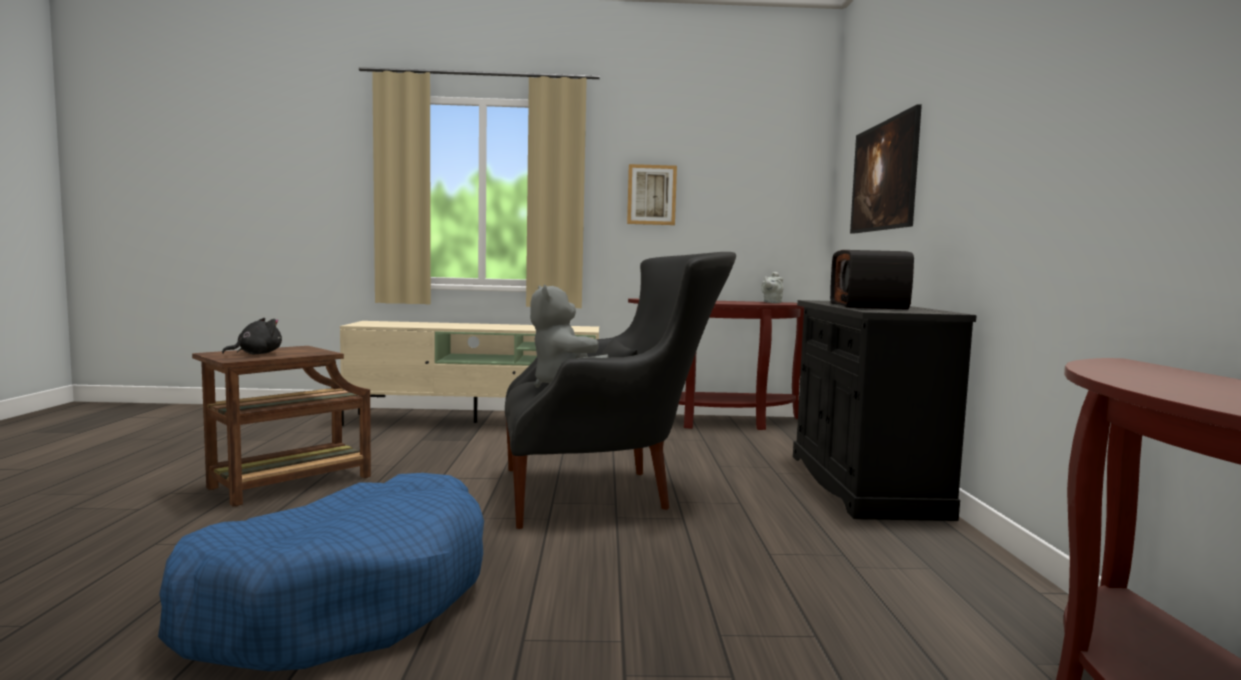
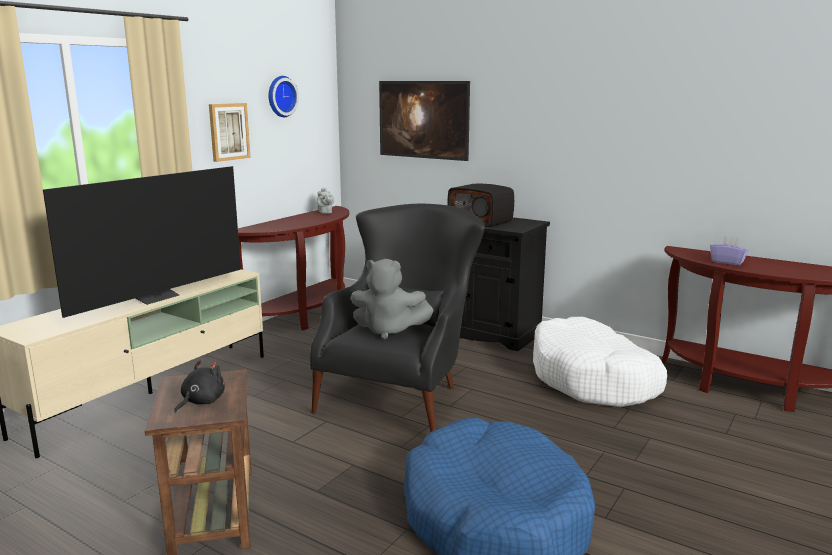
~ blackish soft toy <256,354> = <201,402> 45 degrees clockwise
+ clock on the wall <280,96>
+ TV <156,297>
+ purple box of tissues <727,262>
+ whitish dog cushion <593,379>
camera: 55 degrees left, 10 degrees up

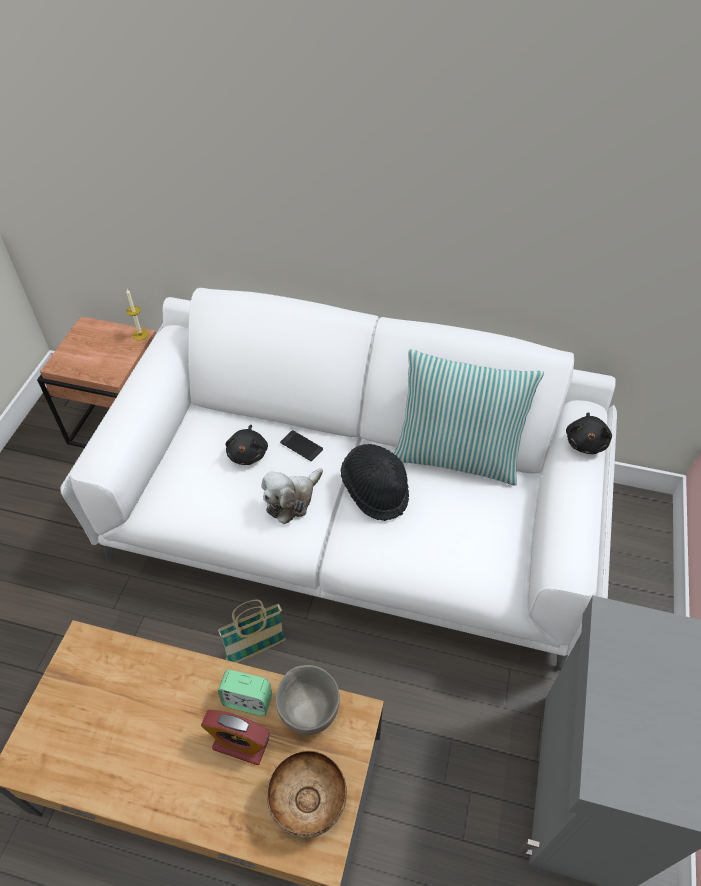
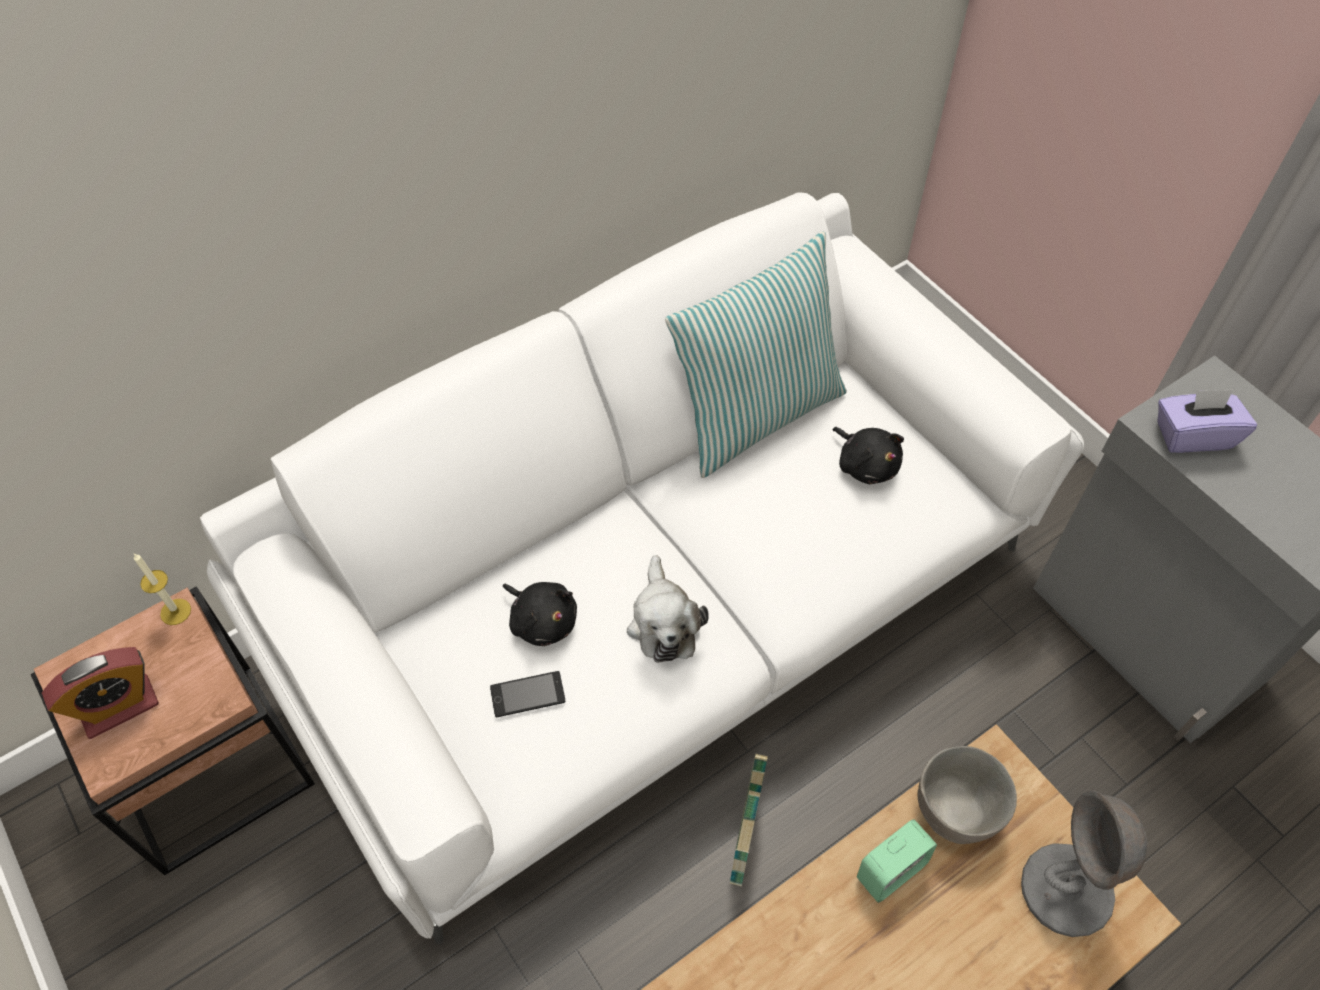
~ blackish soft toy <585,442> to <866,464>
~ telephone <301,446> to <527,694>
- blackish clothing hat <375,490>
~ bedside clock <240,744> to <119,707>
~ serving bowl <308,804> to greyish lamp for a table <1067,891>
+ purple box of tissues <1192,435>
camera: 50 degrees left, 5 degrees up

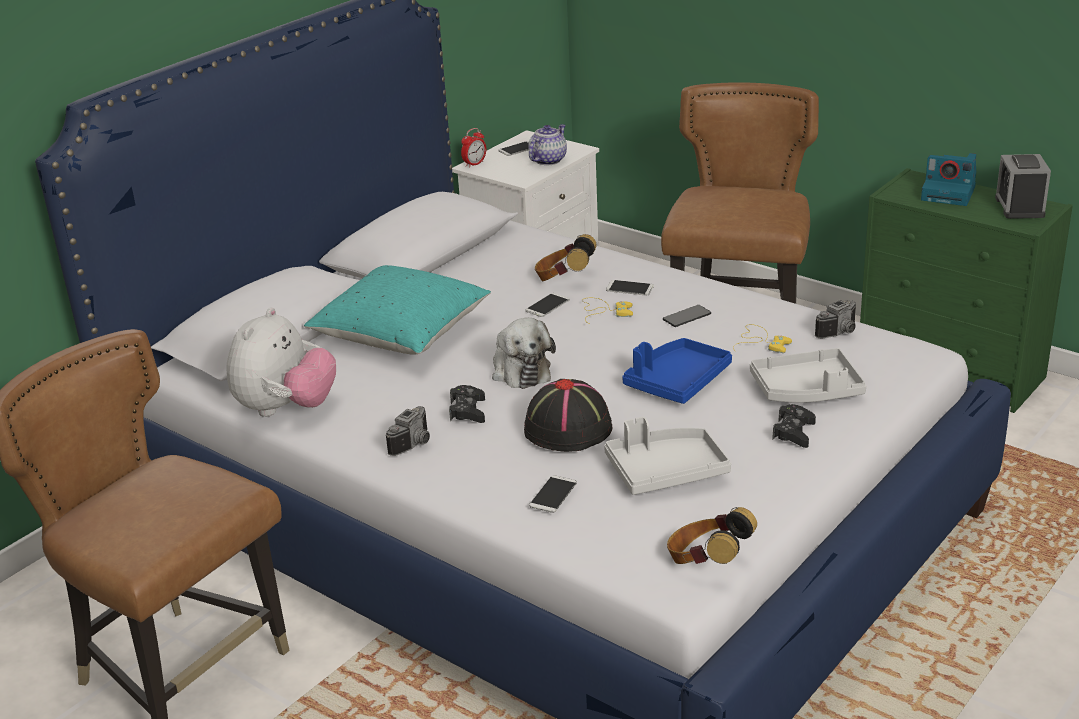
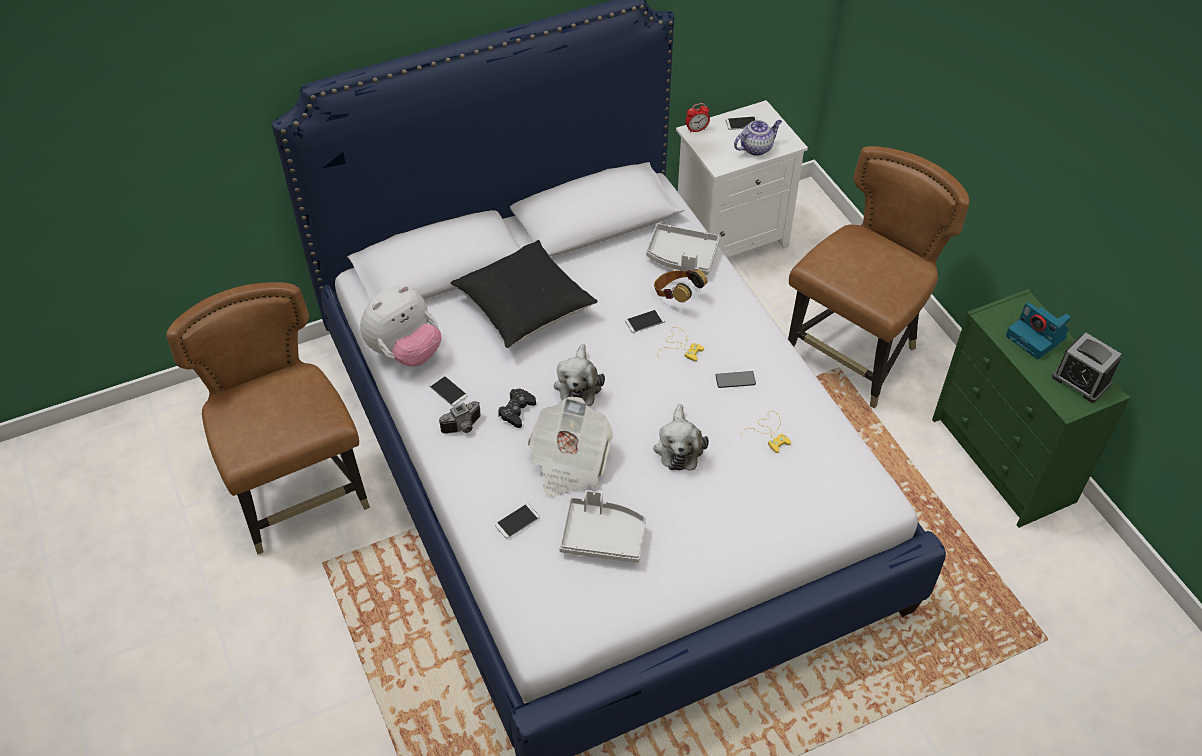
~ bedside clock <1019,207> = <1081,381> 75 degrees counterclockwise
~ turquoise-coloured cushion <401,335> to blackish cushion <524,308>
~ telephone <629,288> to <448,391>
- photo camera <841,332>
~ blue tray <677,382> to soft toy <679,447>
~ greyish tray <807,390> to <682,257>
~ blackish clothing hat <569,428> to newspaper <569,462>
- blackish game controller <793,432>
- headset <707,562>
camera: 25 degrees right, 20 degrees up

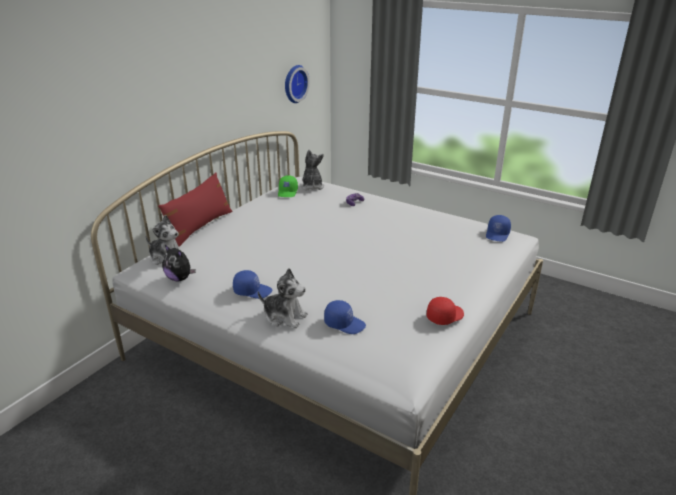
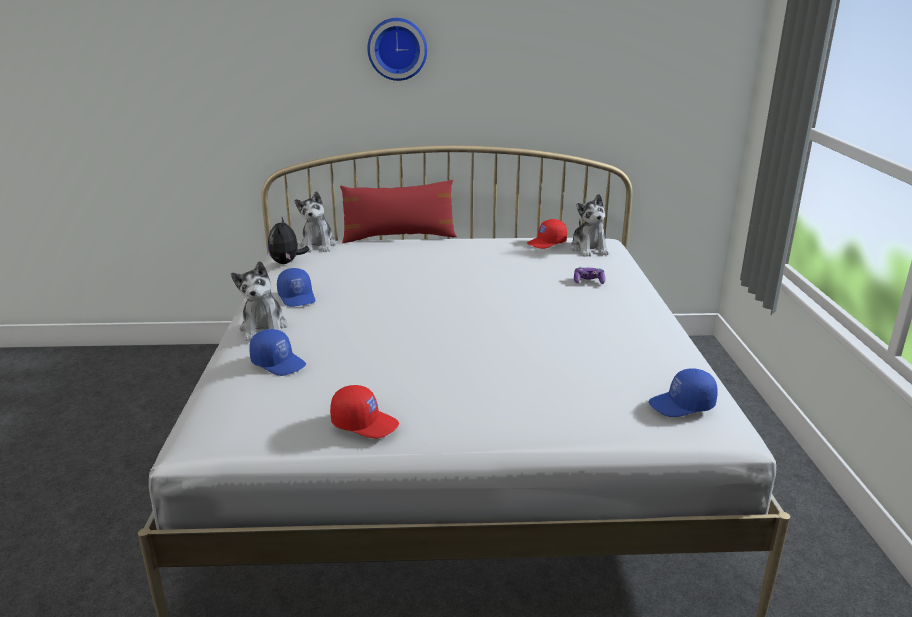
~ clock on the wall <294,83> to <397,49>
~ soft toy <312,186> = <589,249> 120 degrees clockwise
~ green-coloured baseball cap <288,192> to red baseball cap <547,243>
~ blue baseball cap <344,323> = <279,363> 45 degrees counterclockwise
camera: 55 degrees right, 5 degrees down

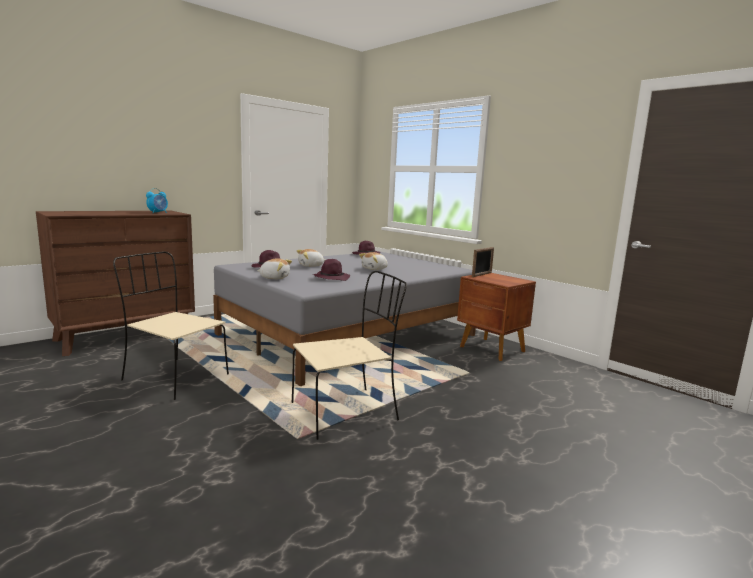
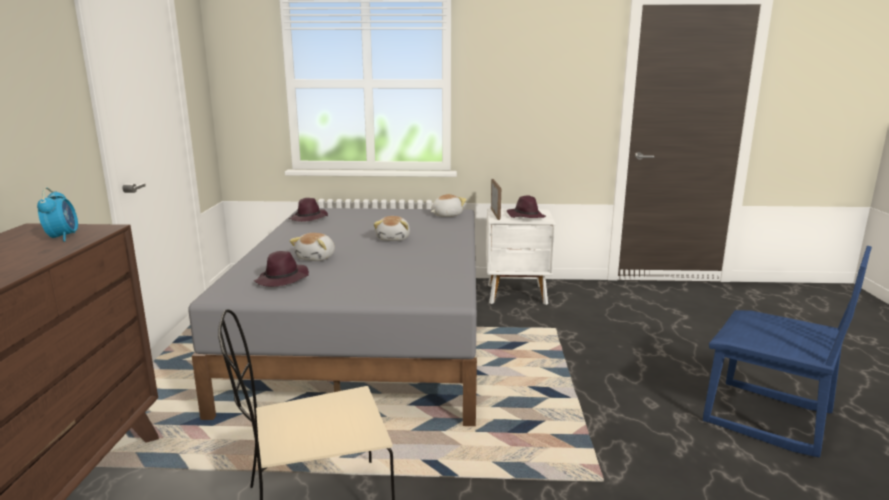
~ soft toy <274,278> to <446,215>
~ purple clothing hat <331,278> to <525,216>
- beige-coloured upright chair <346,411>
~ brownish night table <492,349> to whitish night table <517,295>
+ blue upright chair <767,418>
camera: 45 degrees left, 5 degrees up

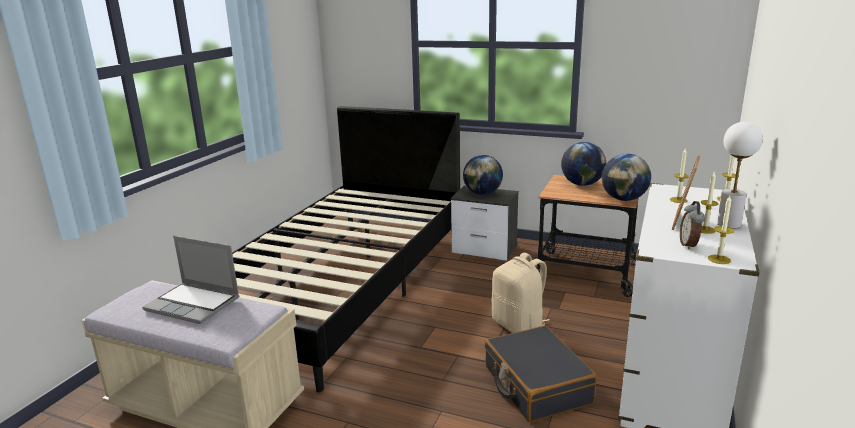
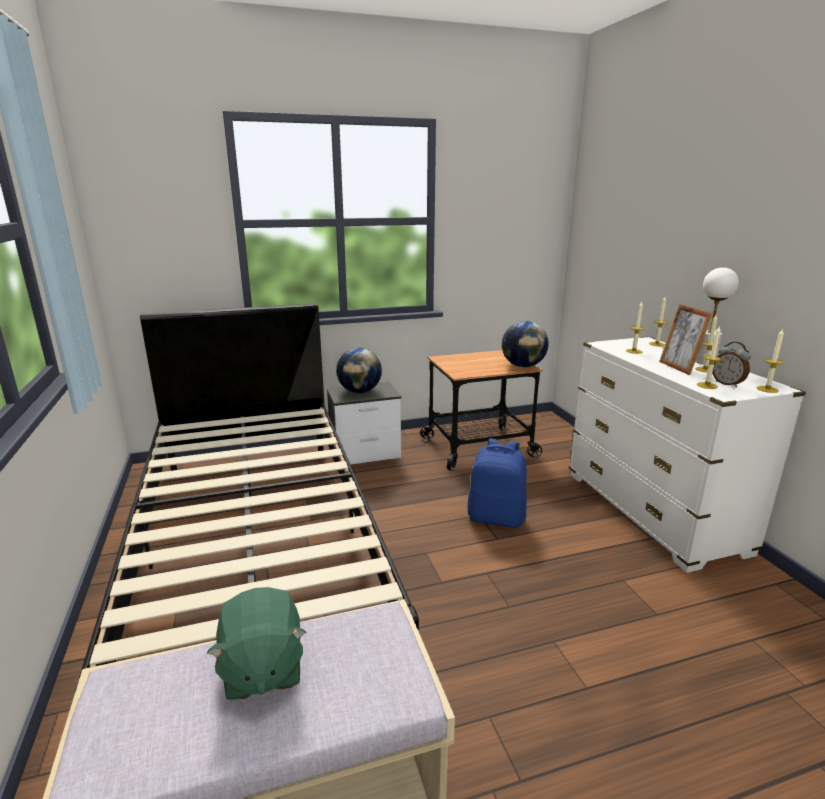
- desk globe <581,184>
~ laptop <194,304> to green-coloured soft toy <262,668>
~ beige-coloured rucksack <519,326> to blue rucksack <496,518>
- blackish travel case <536,385>
+ wax candle <707,385>
camera: 40 degrees left, 0 degrees up

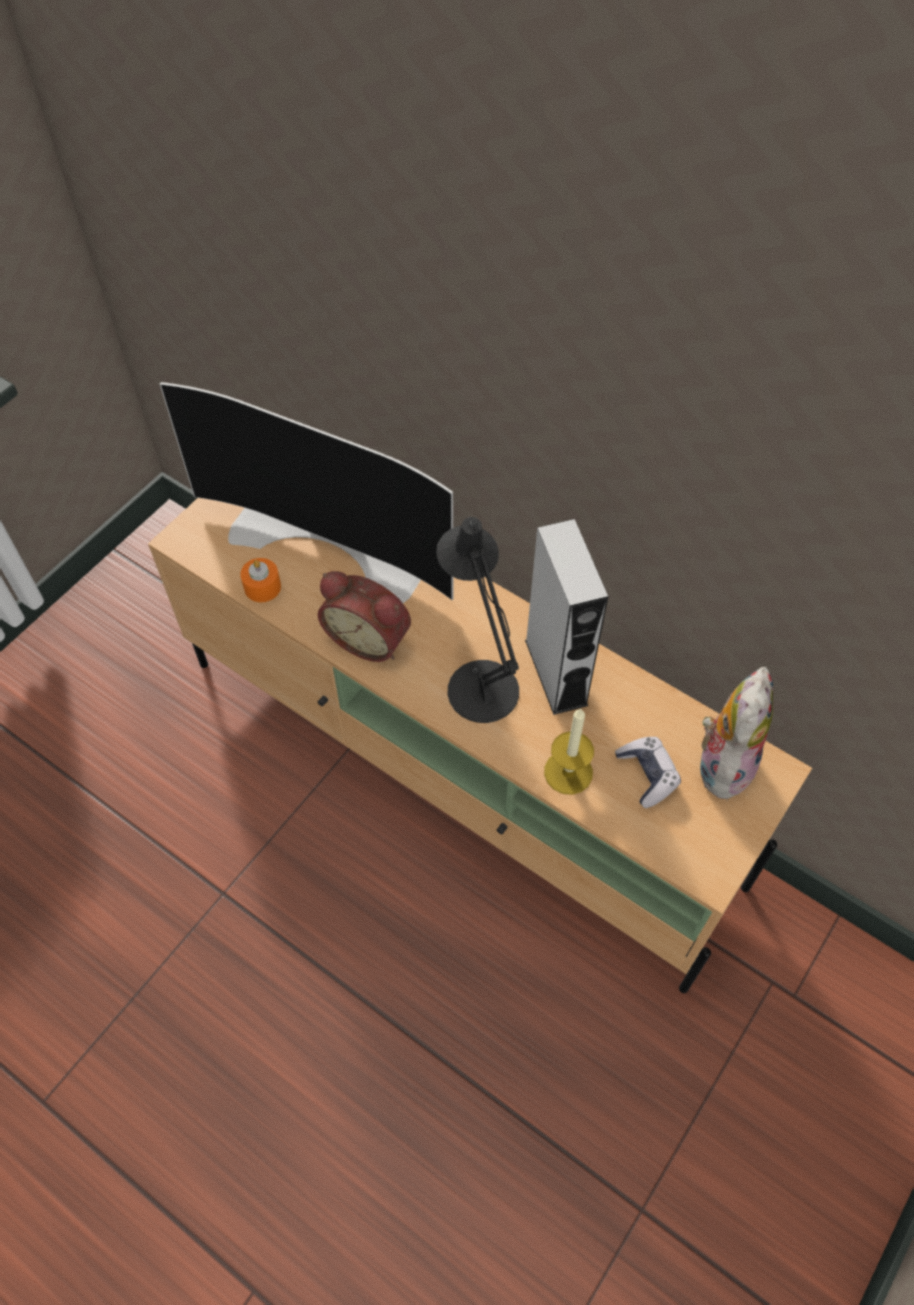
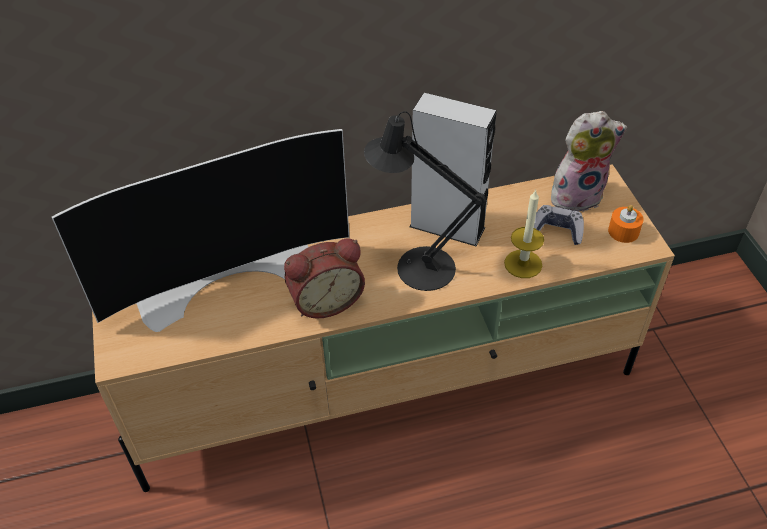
~ orange wax candle <262,587> to <623,231>
~ soft toy <722,761> = <577,195> 105 degrees clockwise
camera: 50 degrees left, 10 degrees down

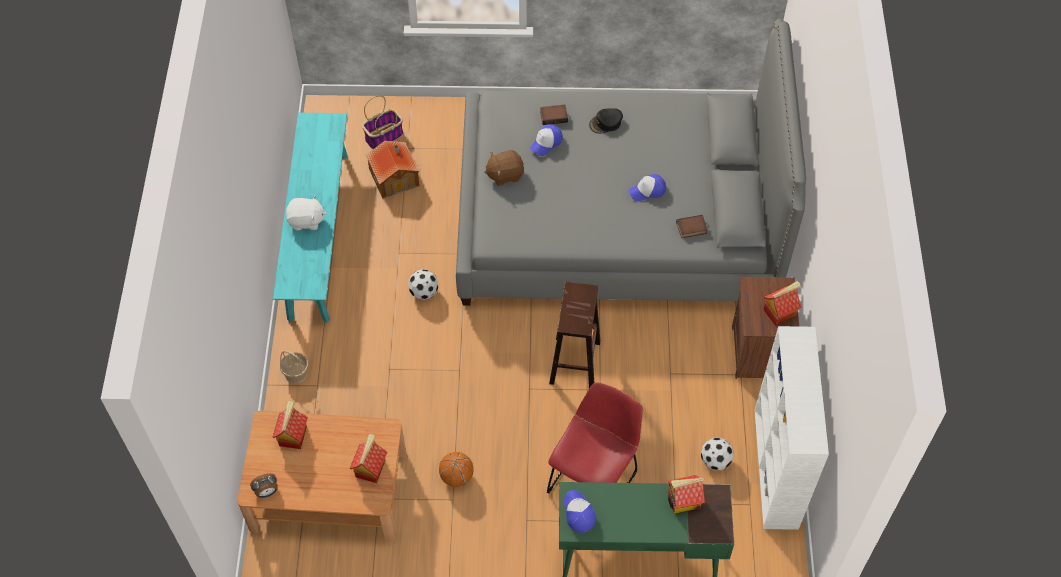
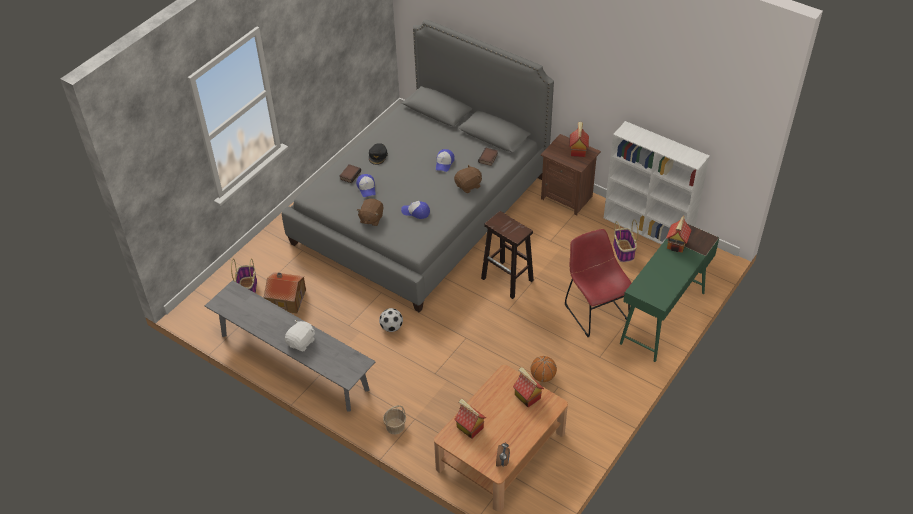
~ turquoise-coloured long seat <318,235> to greyish long seat <293,361>
~ football <715,461> to basket <623,251>
~ baseball cap <578,513> to <416,212>
+ brownish soft toy <468,186>
camera: 55 degrees left, 10 degrees down

